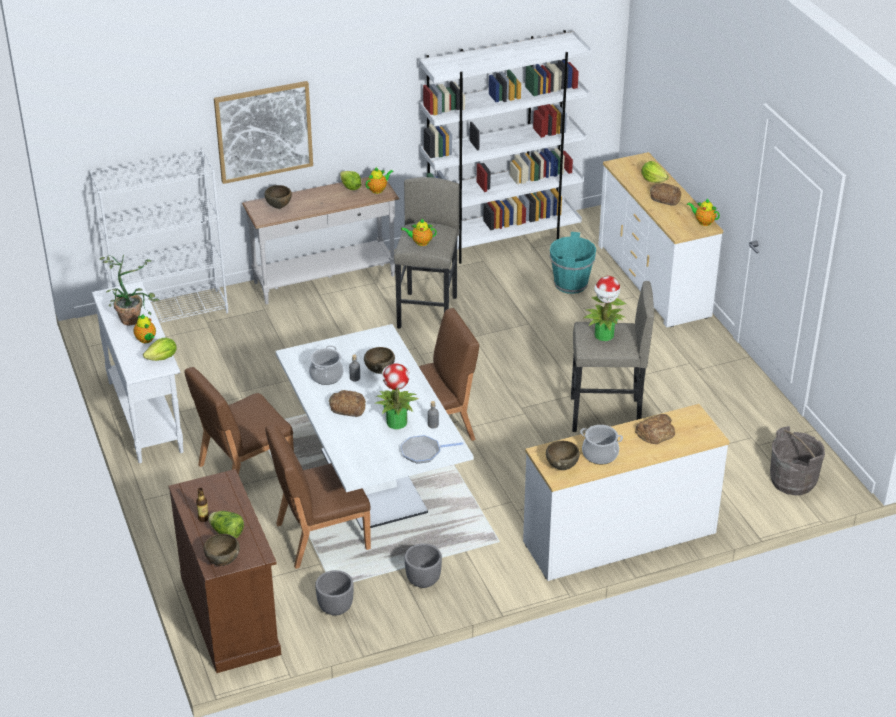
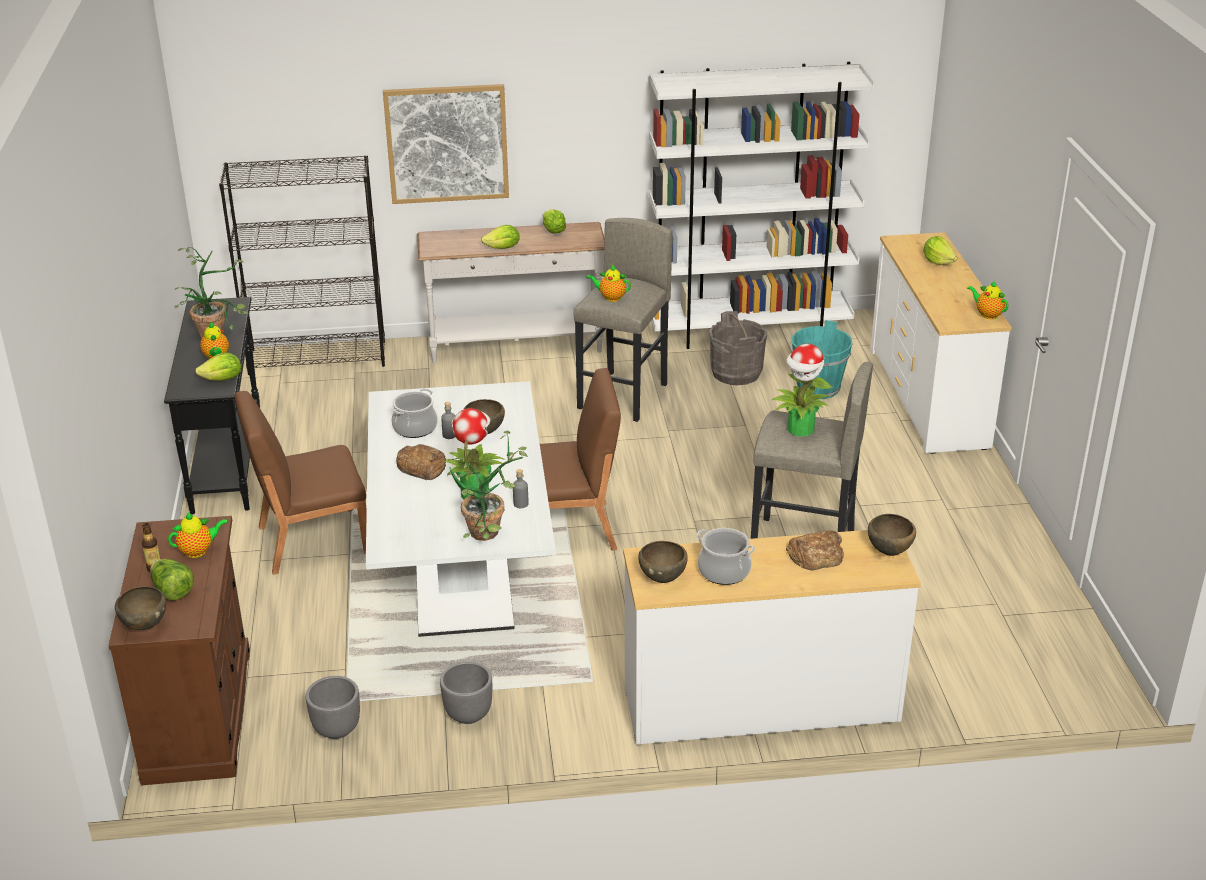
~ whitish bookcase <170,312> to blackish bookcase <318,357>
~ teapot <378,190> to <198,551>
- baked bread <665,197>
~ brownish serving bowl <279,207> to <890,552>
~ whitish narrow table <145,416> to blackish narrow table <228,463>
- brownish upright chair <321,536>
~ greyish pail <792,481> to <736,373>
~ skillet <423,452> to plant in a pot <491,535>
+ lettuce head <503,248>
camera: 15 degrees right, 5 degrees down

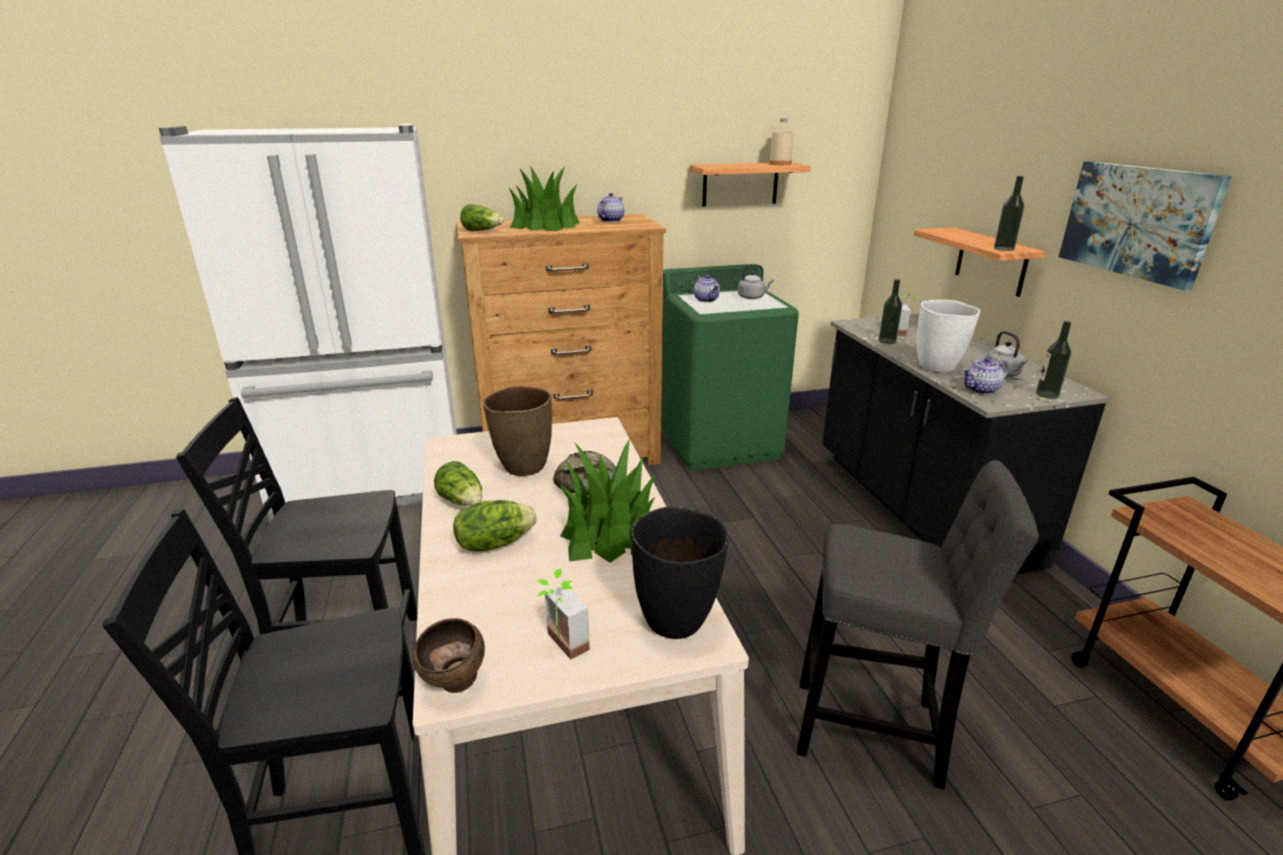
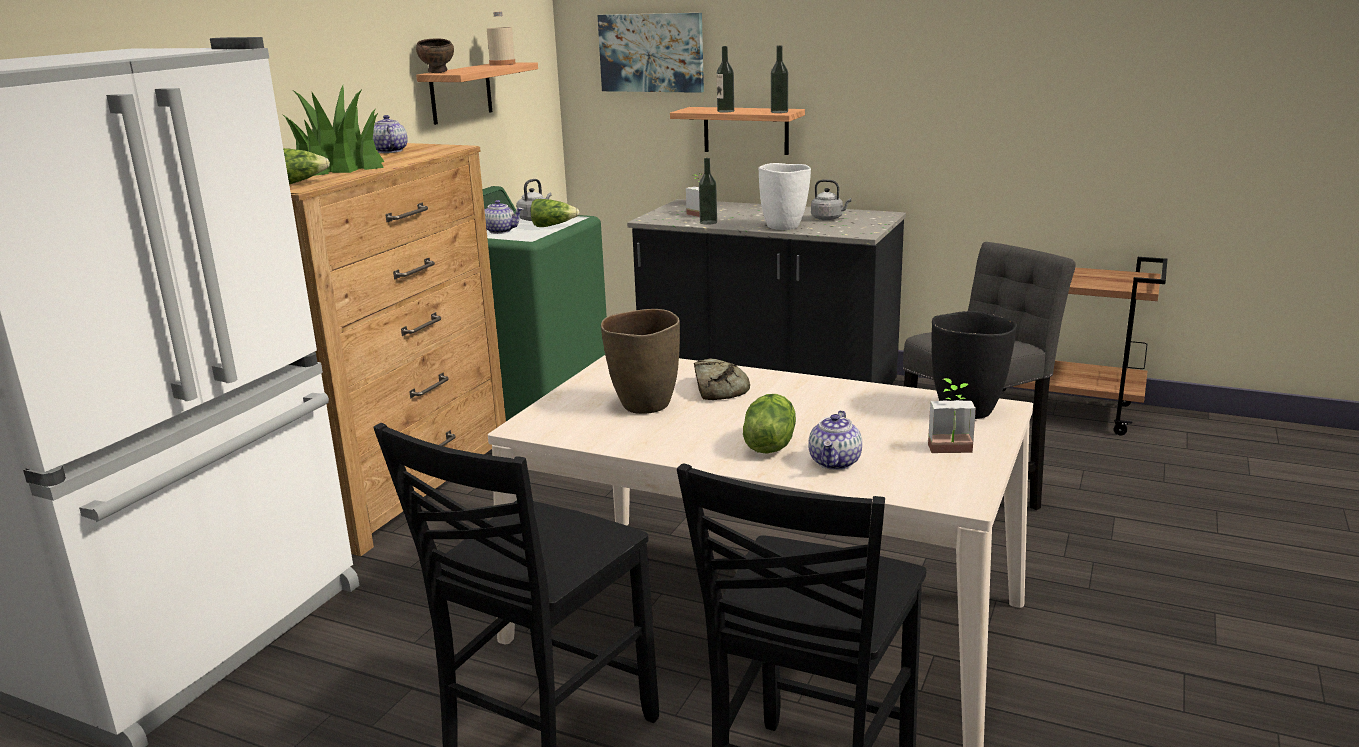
~ picture <1137,221> to <651,52>
~ drink bottle <1047,394> to <725,111>
~ teapot <981,390> to <835,462>
- plant in a pot <609,531>
~ lettuce head <463,501> to <553,226>
~ brownish serving bowl <455,684> to <438,72>
camera: 50 degrees left, 5 degrees down

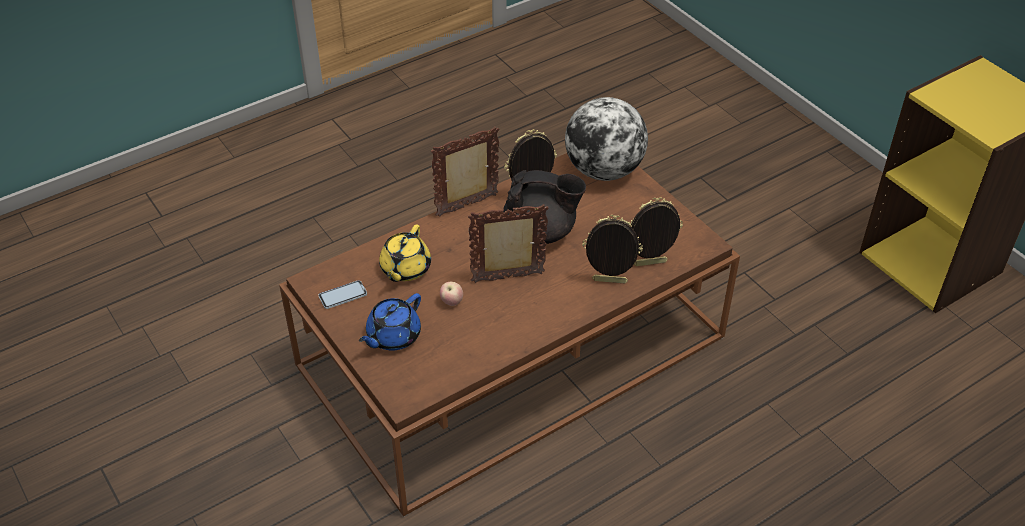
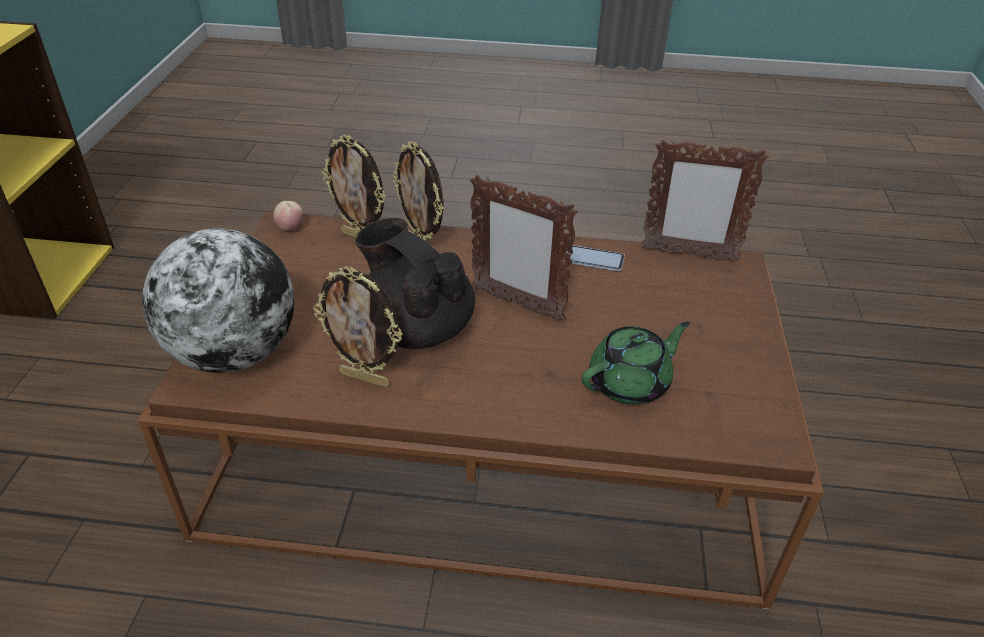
~ standing frame <468,206> to <688,254>
~ yellow teapot <405,269> to green-coloured teapot <630,383>
~ telephone <343,295> to <593,259>
~ apple fruit <451,302> to <290,229>
- blue teapot <392,336>
camera: 140 degrees left, 5 degrees down

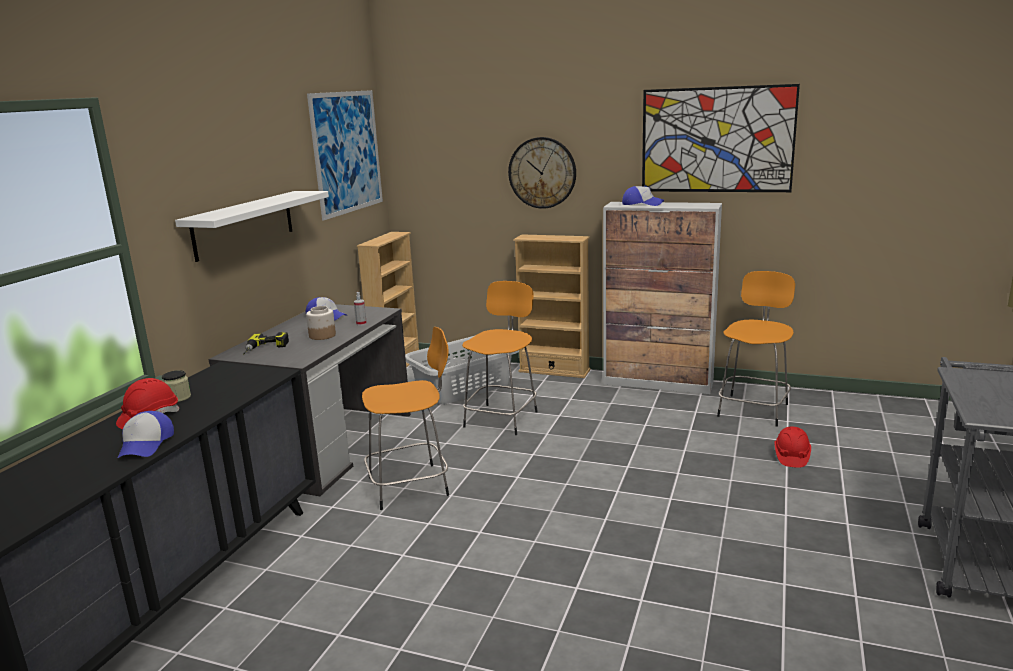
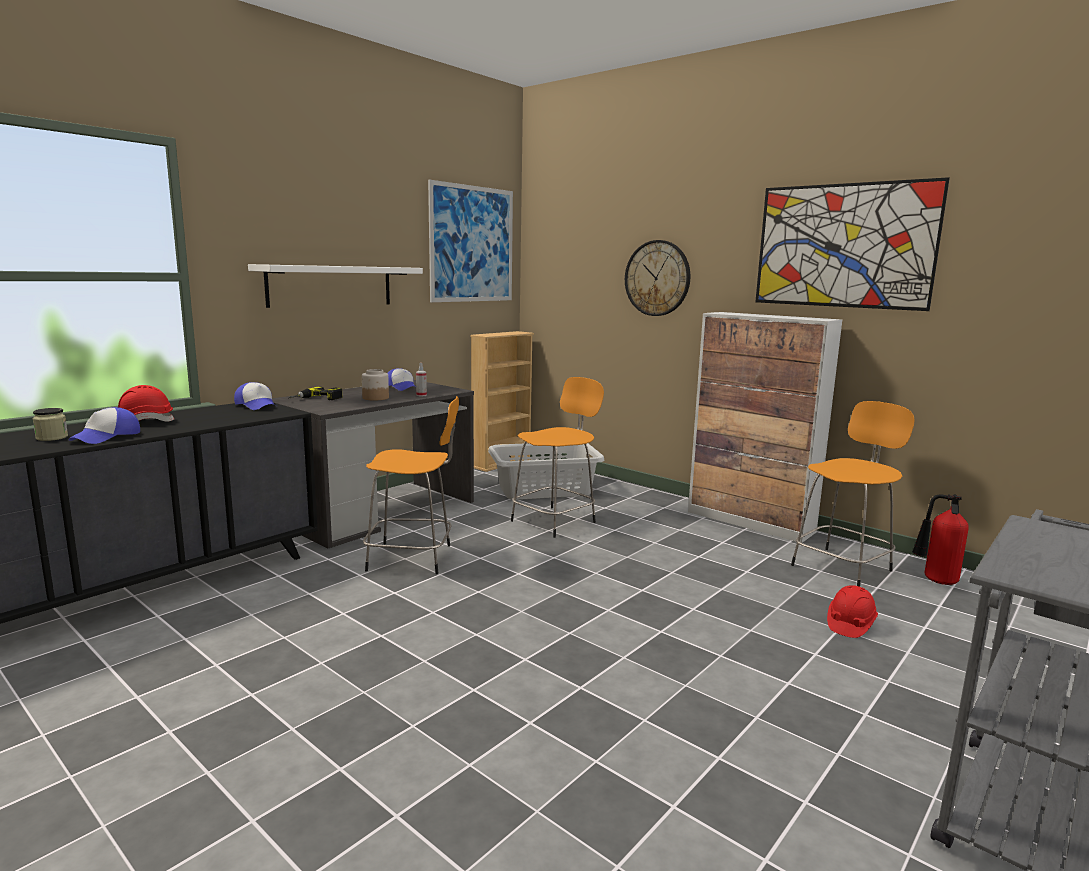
~ baseball cap <642,204> to <257,405>
- beige-coloured bookcase <554,371>
~ storage jar <178,398> to <52,437>
+ fire extinguisher <935,581>
camera: 20 degrees right, 5 degrees down

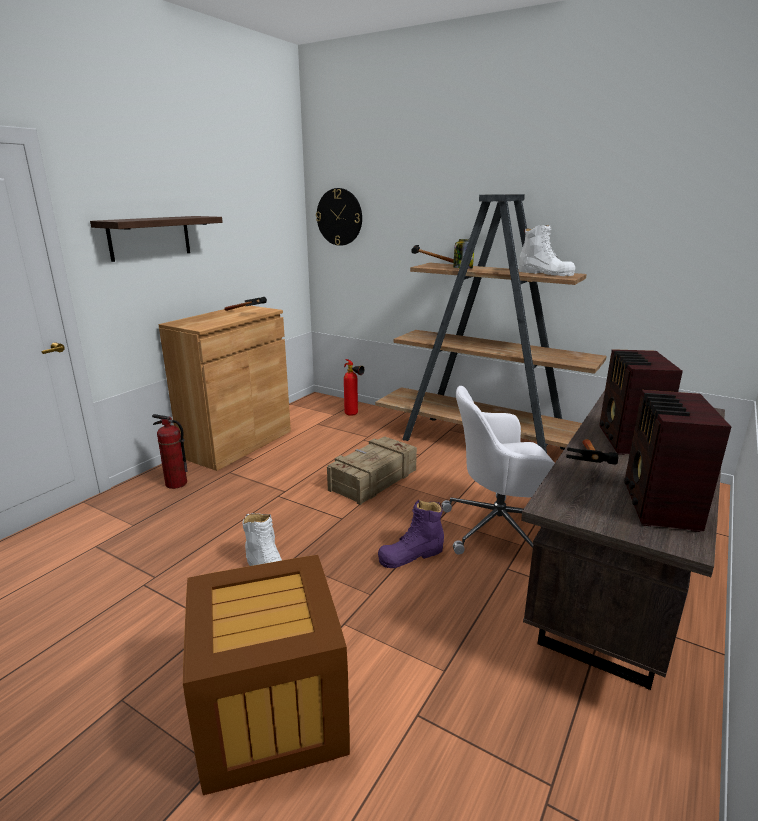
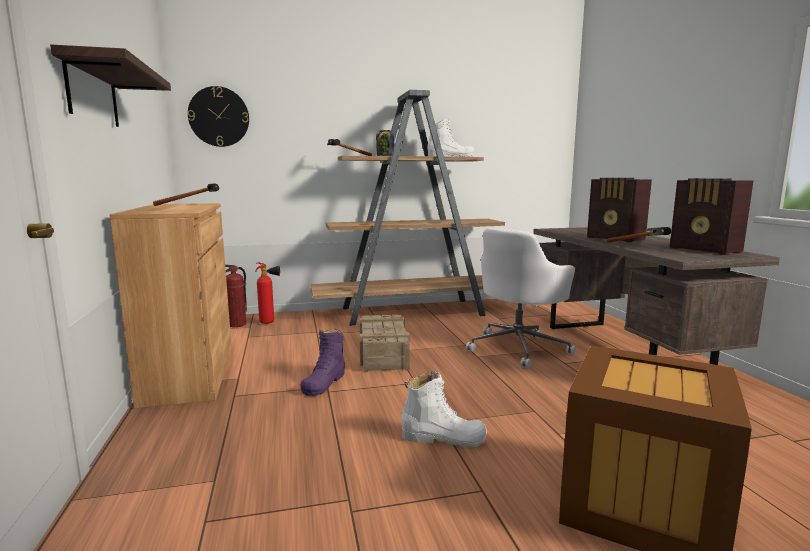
~ fire extinguisher <176,484> to <237,324>
~ purple high-top boot <411,555> to <324,383>
camera: 45 degrees left, 10 degrees down

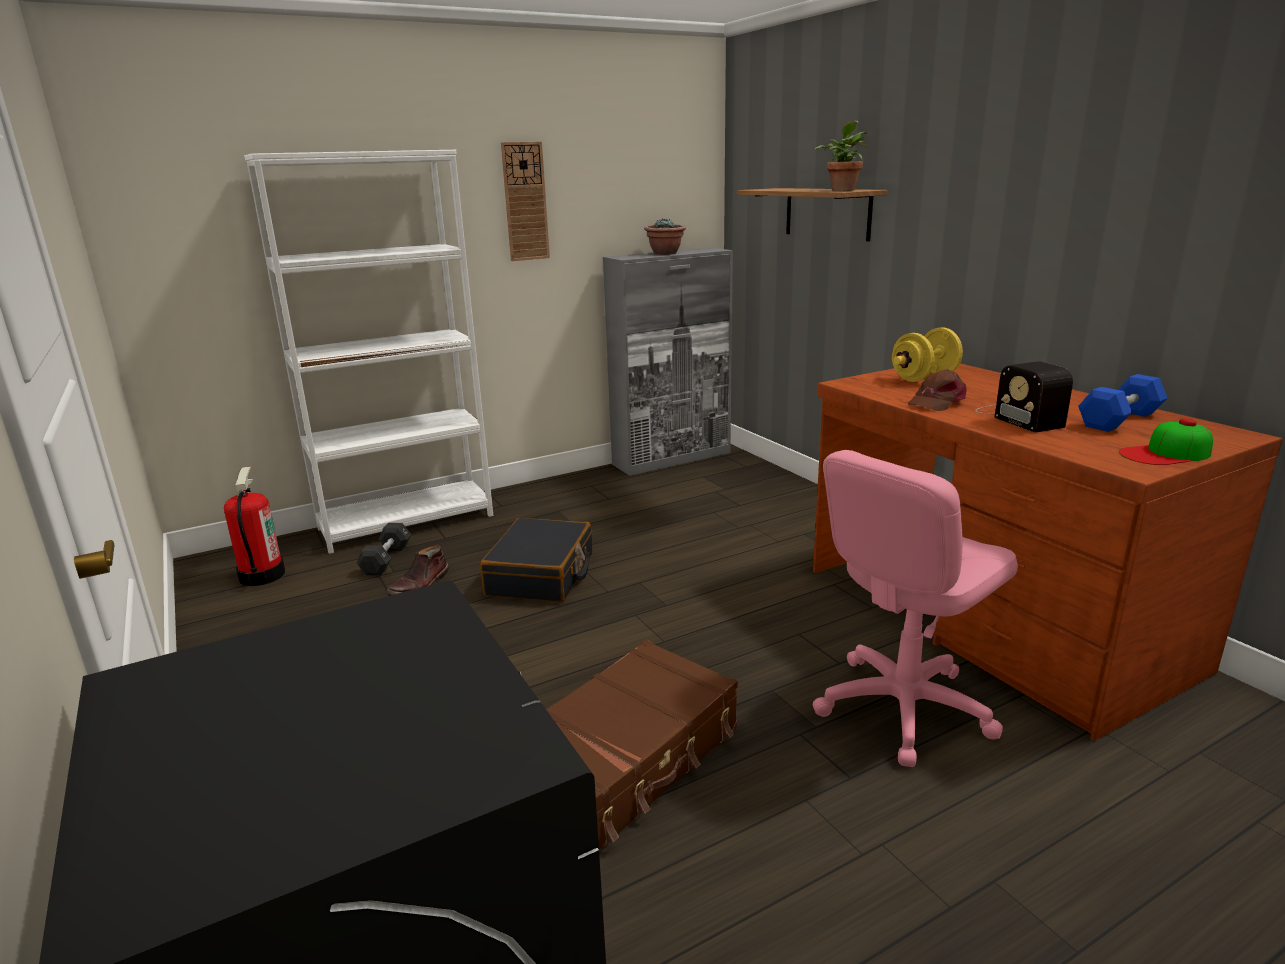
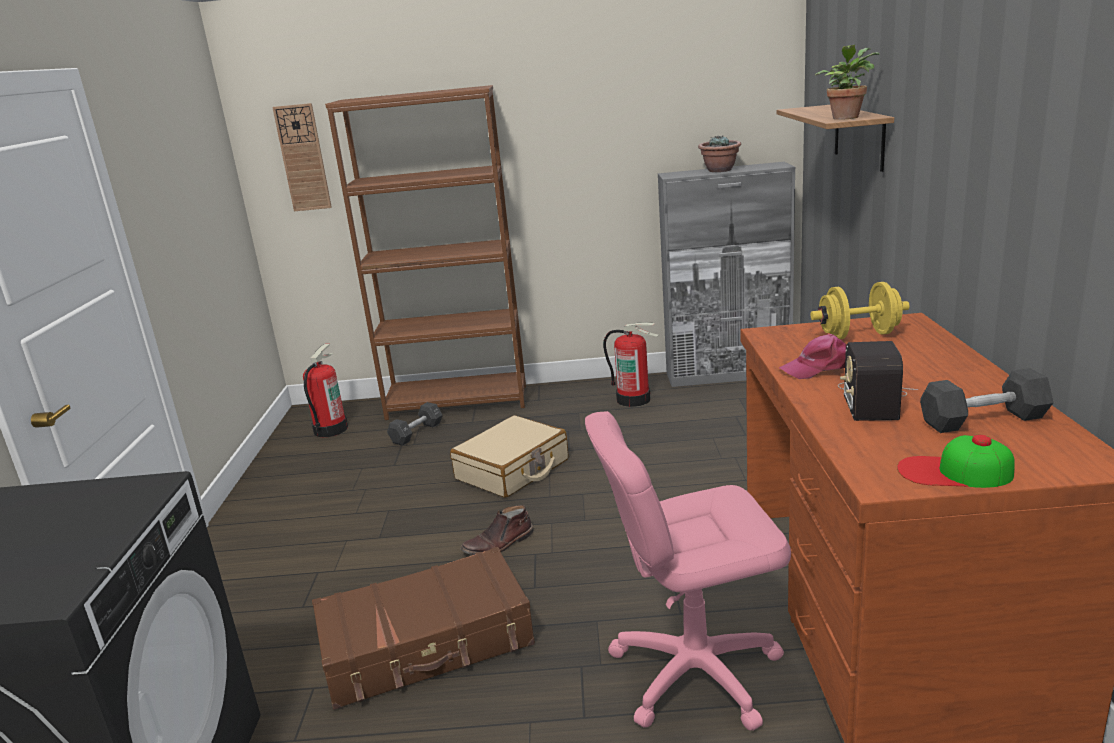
~ clock on the wall <525,202> to <303,158>
~ whitish bookcase <407,522> to brownish bookcase <458,402>
~ brownish baseball cap <937,402> to pinkish baseball cap <817,367>
~ blue dumbbell <1119,420> to blackish dumbbell <983,420>
~ blackish travel case <541,575> to beige-coloured travel case <512,470>
~ brownish high-top boot <420,585> to <499,544>
+ fire extinguisher <634,399>
camera: 30 degrees right, 0 degrees up

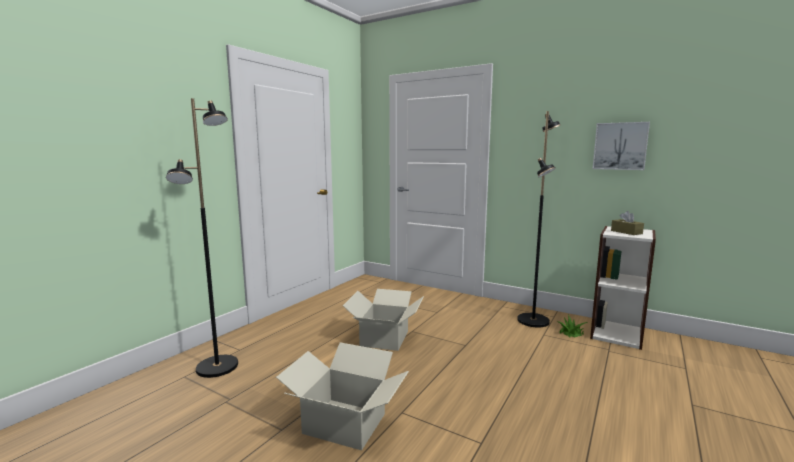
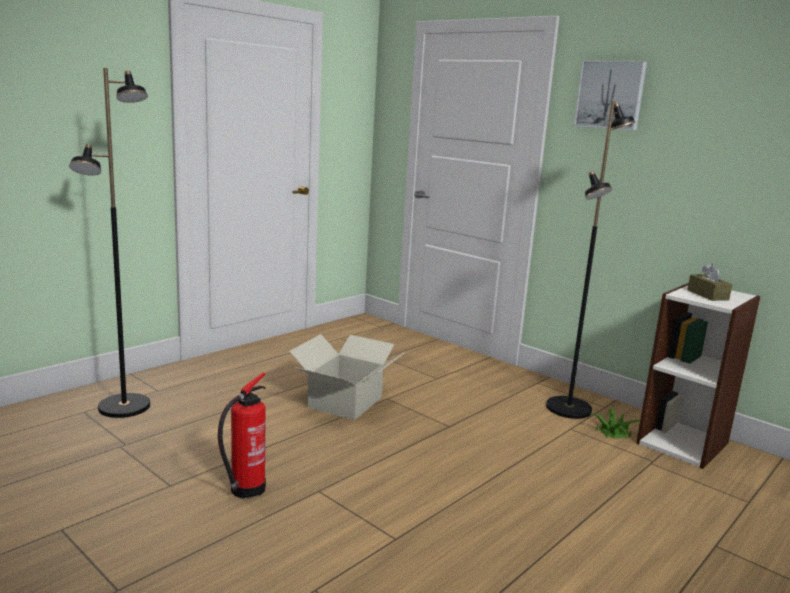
~ picture <620,146> to <610,95>
~ cardboard box <345,422> to fire extinguisher <245,490>
camera: 10 degrees right, 5 degrees up

